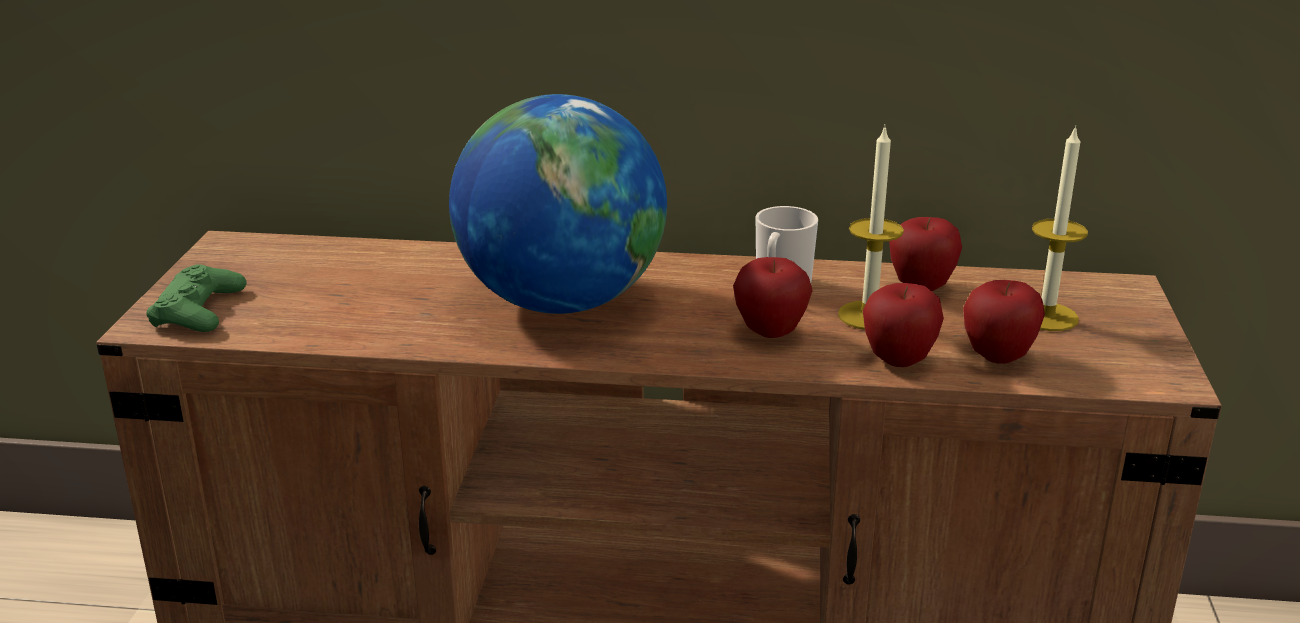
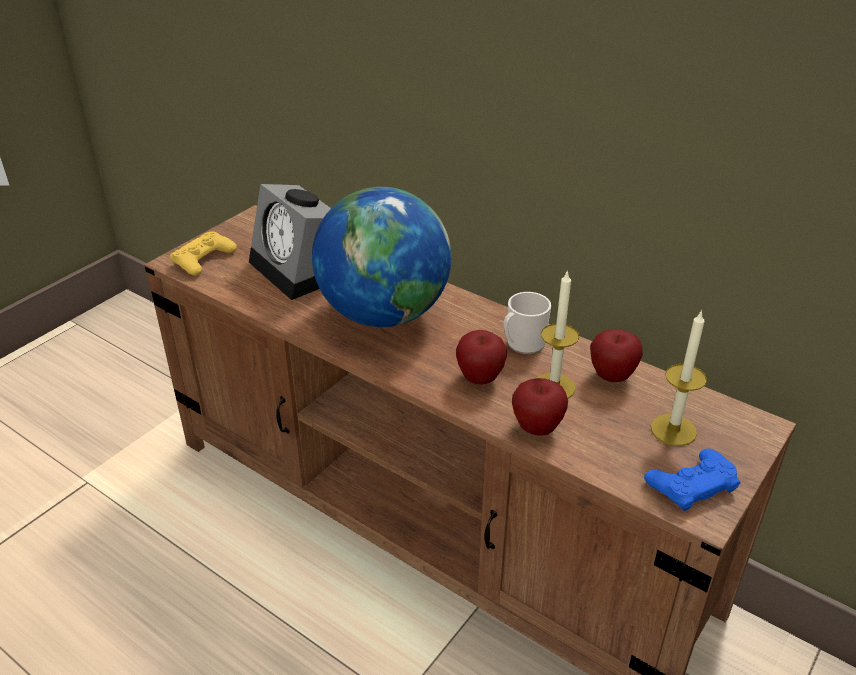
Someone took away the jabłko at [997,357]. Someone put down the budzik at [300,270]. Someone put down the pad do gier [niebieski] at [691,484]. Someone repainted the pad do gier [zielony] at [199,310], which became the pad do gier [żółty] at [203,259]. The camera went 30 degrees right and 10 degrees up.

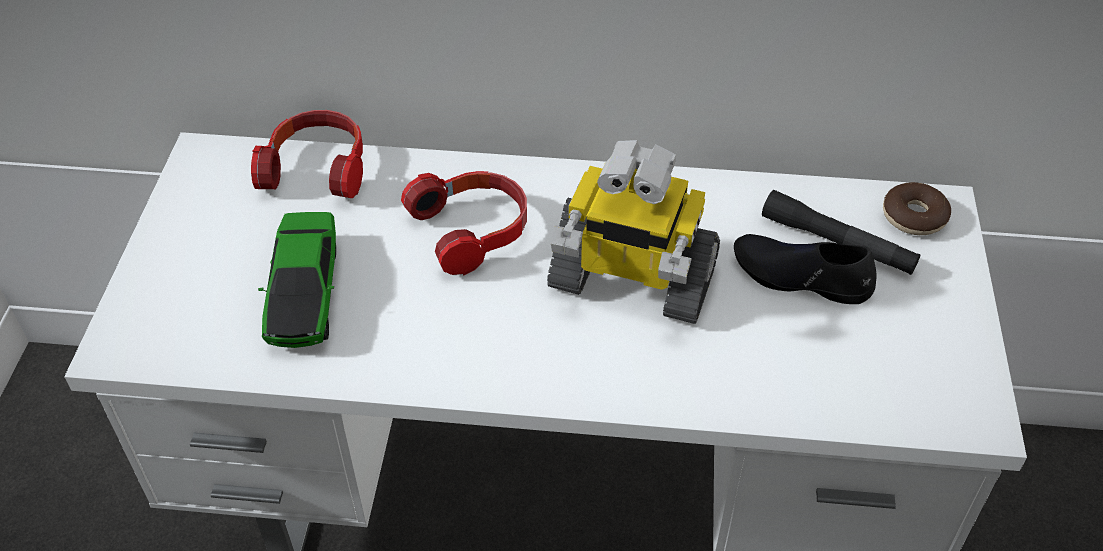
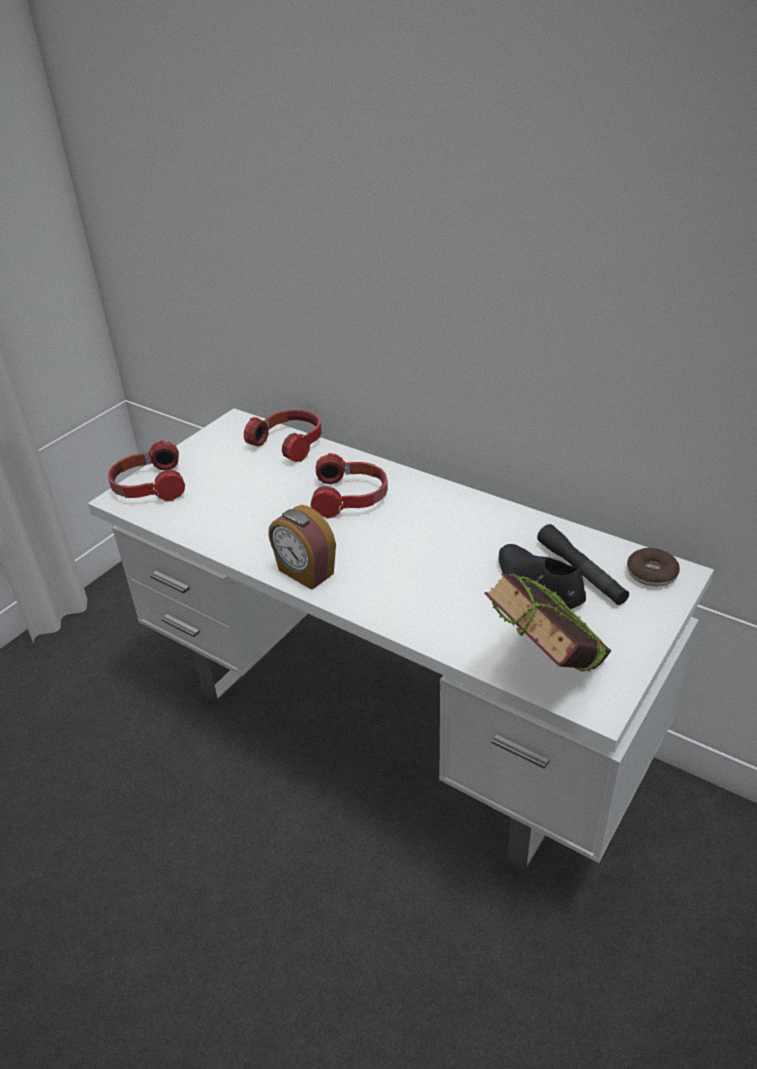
Someone took away the samochodzik at [305,292]. Someone took away the robot zabawkowy at [630,280]. Someone put down the słuchawki at [148,486]. Someone put down the budzik at [305,573]. Someone put down the książka at [544,670]. The camera went 30 degrees right and 10 degrees down.

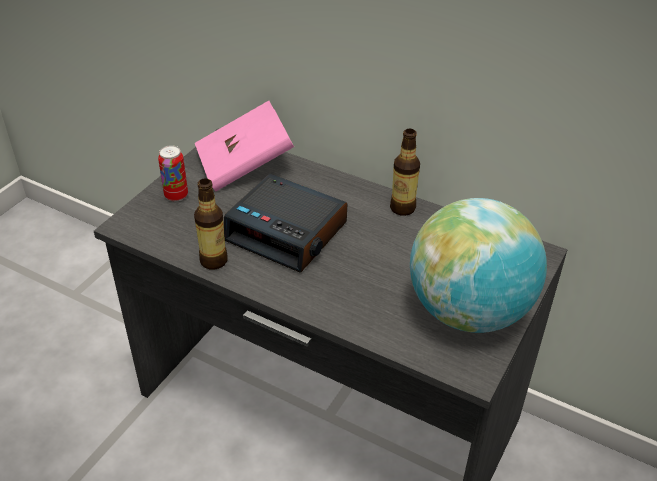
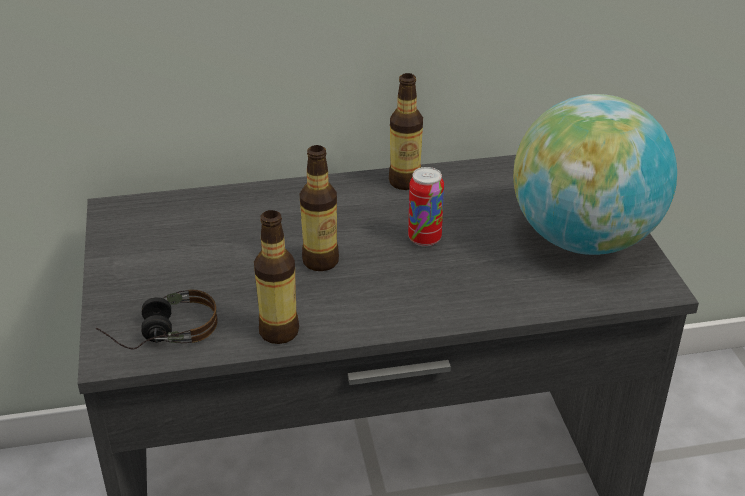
Someone took away the książka [różowy] at [244,165]. Someone put down the słuchawki at [160,333]. Someone carried the puszka from [176,196] to [424,239]. Someone swapped the budzik at [287,232] for the butelka at [320,261]. The camera went 40 degrees left and 5 degrees down.

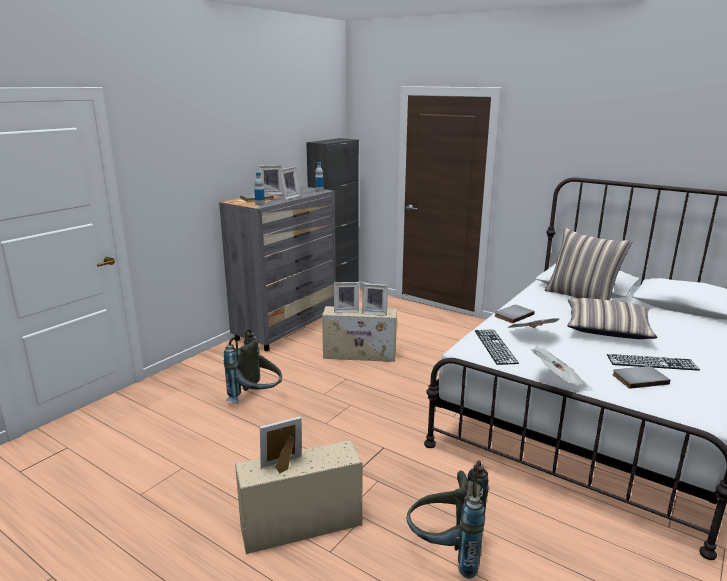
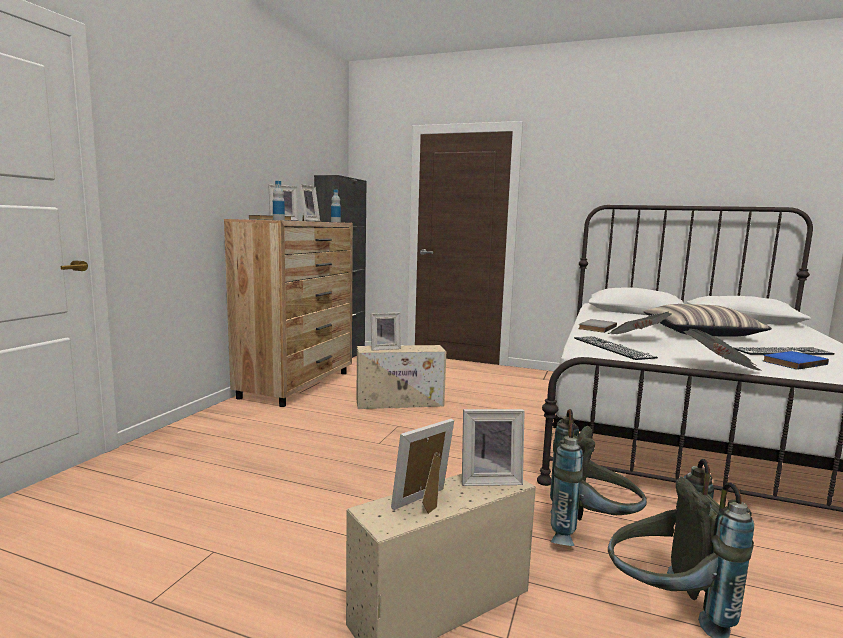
Someone took away the poduszka at [581,297]. Someone carried the plecak [szary] from [257,399] to [589,533]. Someone carried the ramka na zdjęcie from [375,313] to [489,479]. Someone repainted the komoda [szary] at [286,328], which became the komoda [brązowy] at [297,384]. Someone repainted the książka [szary] at [638,378], which became the książka [niebieski] at [792,362]. The camera went 15 degrees left and 10 degrees down.

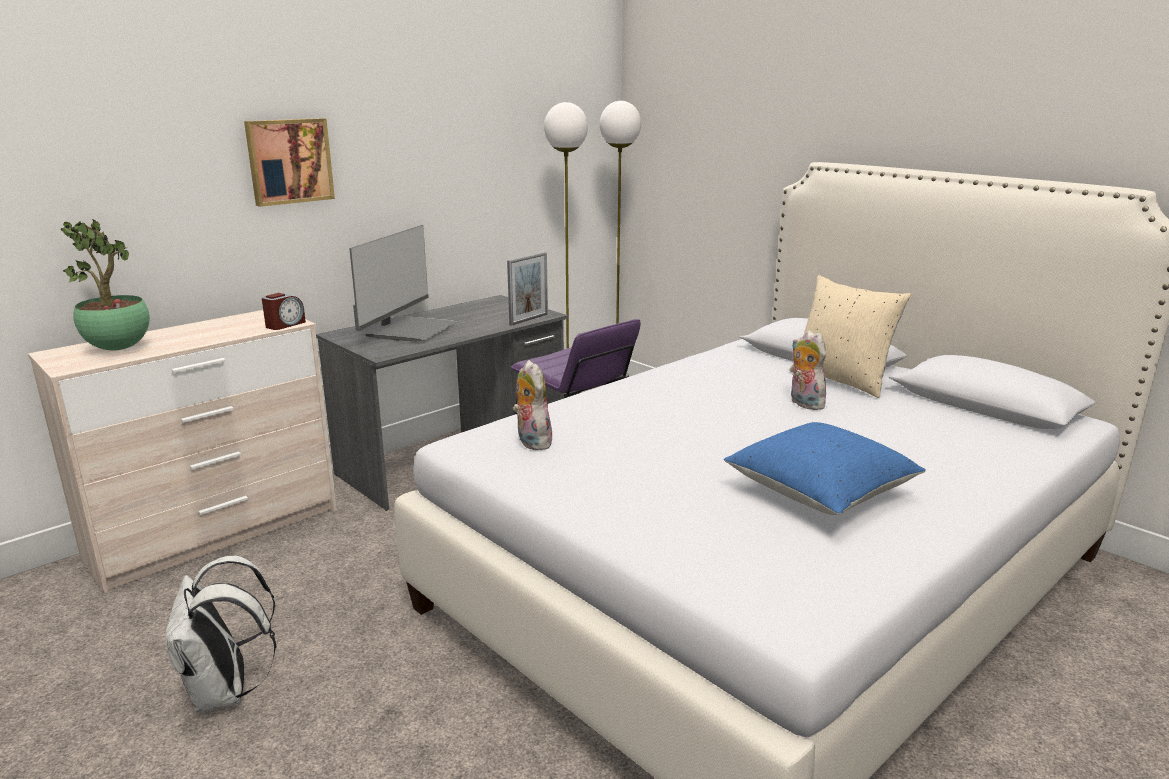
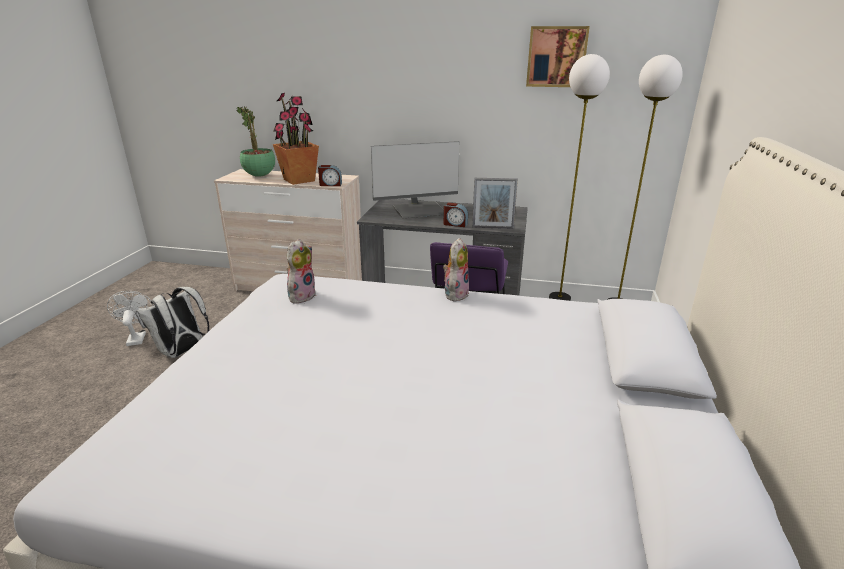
Someone took away the poduszka [niebieski] at [820,493]. Someone took away the poduszka [beżowy] at [841,380]. Someone put down the wentylator [biały] at [137,337]. Someone put down the roślina doniczkowa at [299,180]. Someone put down the budzik at [455,224]. Someone carried the obraz from [289,161] to [556,57]. Someone carried the pluszak from [804,403] to [455,294]. The camera went 55 degrees right and 5 degrees up.

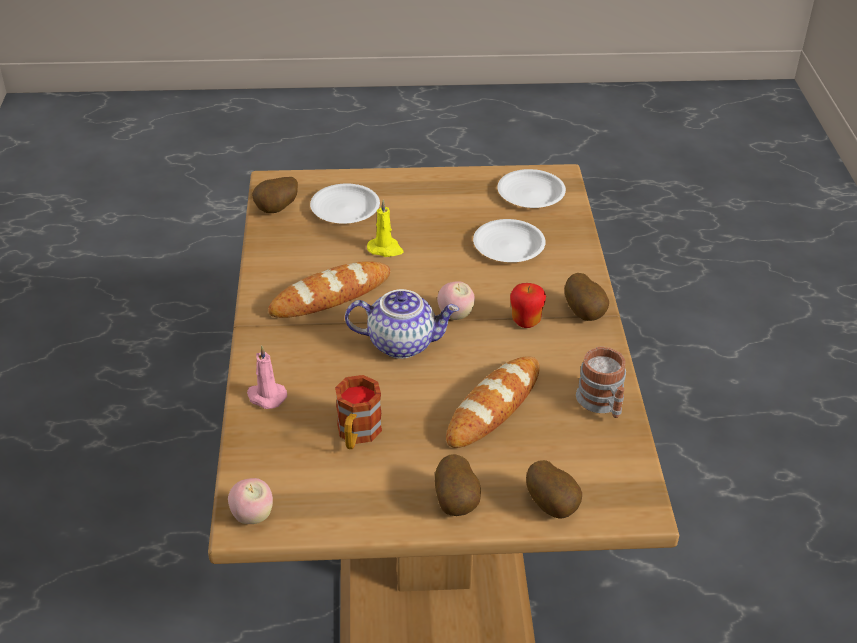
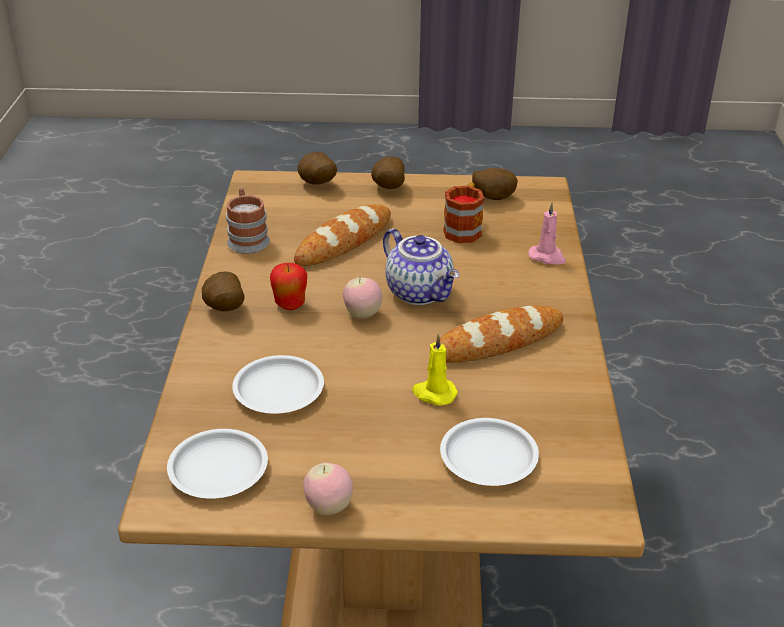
Someone carried the jabłko from [252,516] to [328,507]. Someone carried the ziemniak from [277,210] to [492,198]. Someone rotated the imbryk at [402,343] by 135 degrees counterclockwise. The camera went 175 degrees left and 5 degrees down.

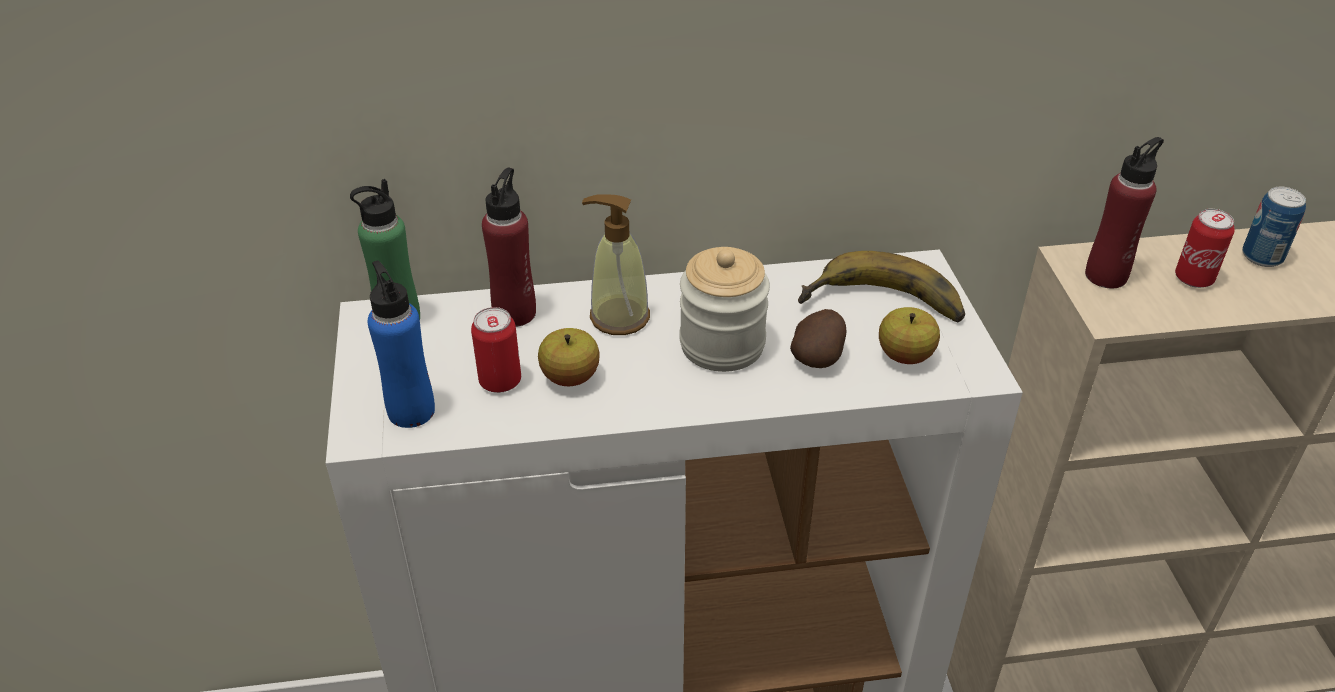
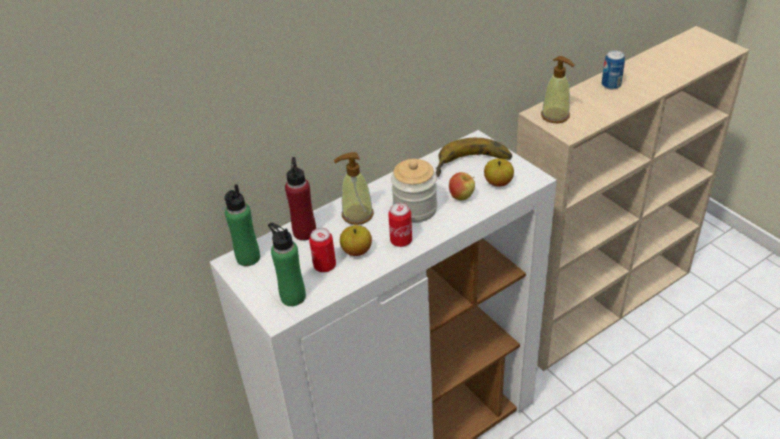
Someone carried the puszka from [1194,278] to [401,241]. Someone swapped the ziemniak at [819,356] for the jabłko at [461,197]. Someone swapped the butelka [czerwony] at [1106,275] for the dozownik mydła at [555,116]. Someone repainted the butelka [niebieski] at [411,411], which became the butelka [zielony] at [293,296]. The camera went 25 degrees left and 0 degrees up.

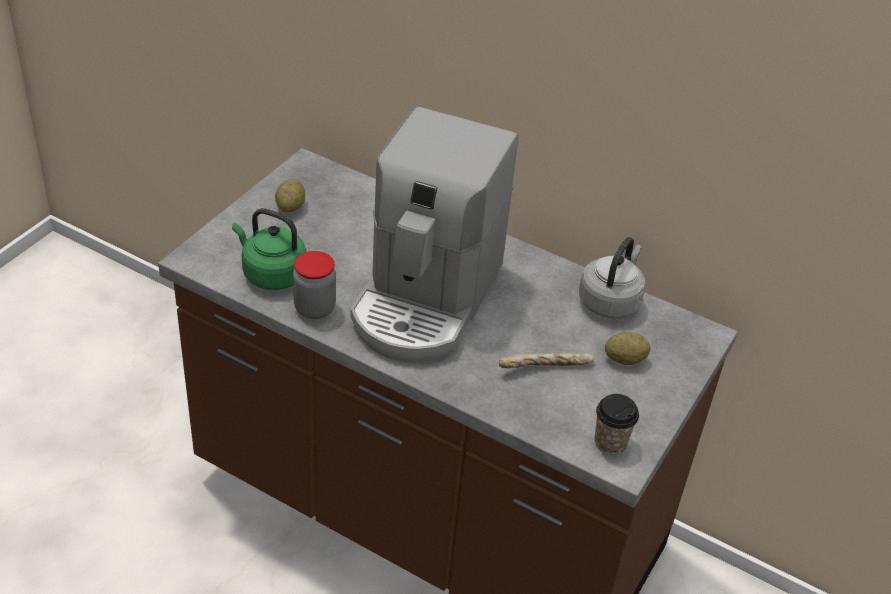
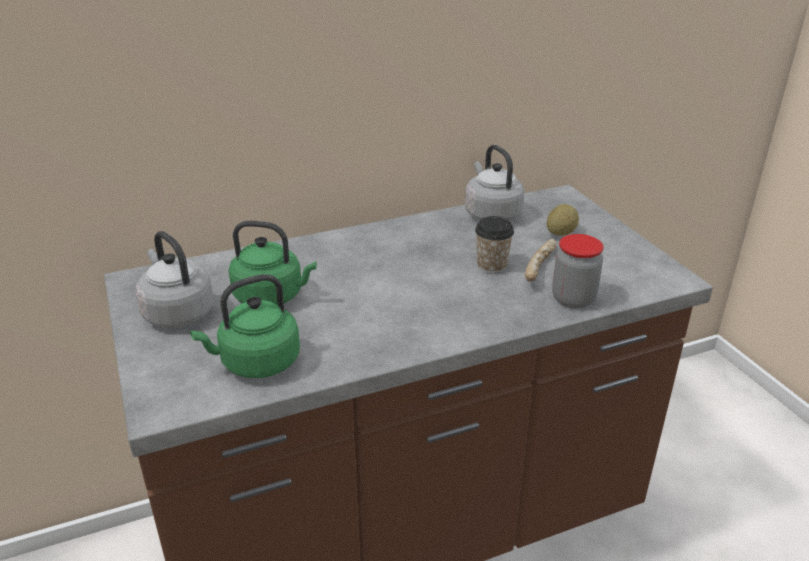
Someone took away the ekspres do kawy at [426,299]. Someone put down the czajnik [zielony] at [272,296]. Someone carried the słoik from [314,308] to [573,299]. Someone carried the filiżanka from [610,442] to [491,266]. Someone swapped the ziemniak at [290,207] for the czajnik [szary] at [177,312]. The camera went 50 degrees left and 10 degrees down.

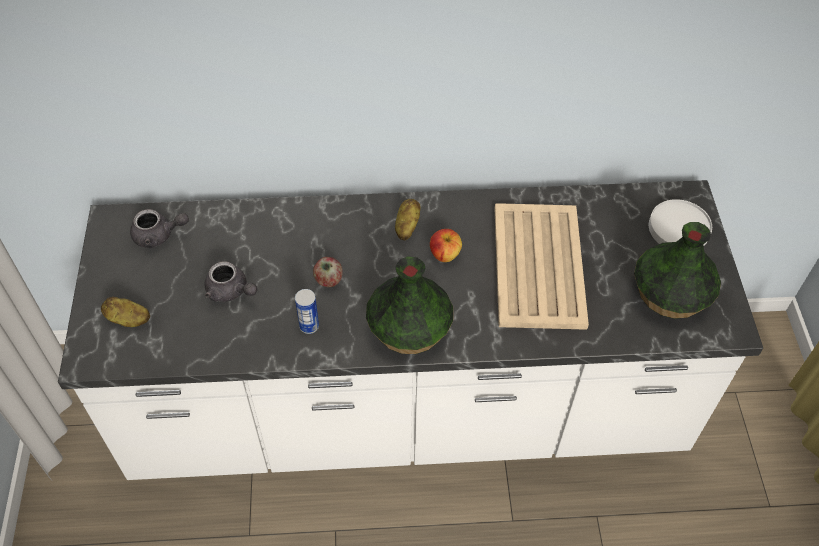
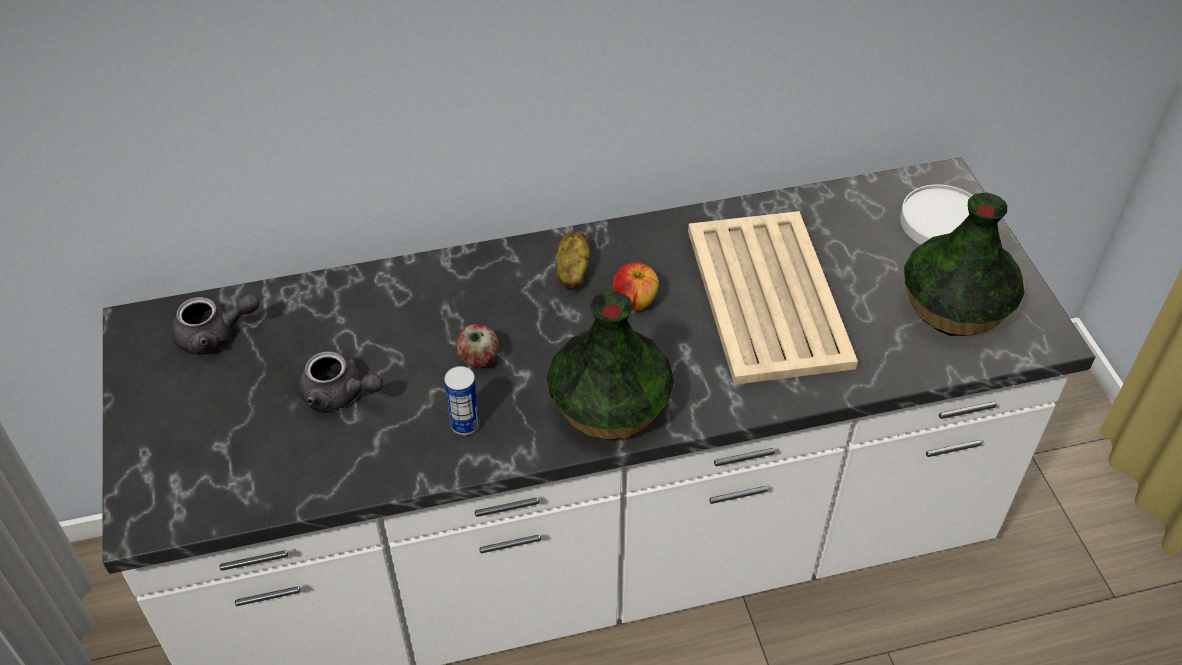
Someone took away the ziemniak at [128,319]. The camera went 10 degrees left and 5 degrees down.

